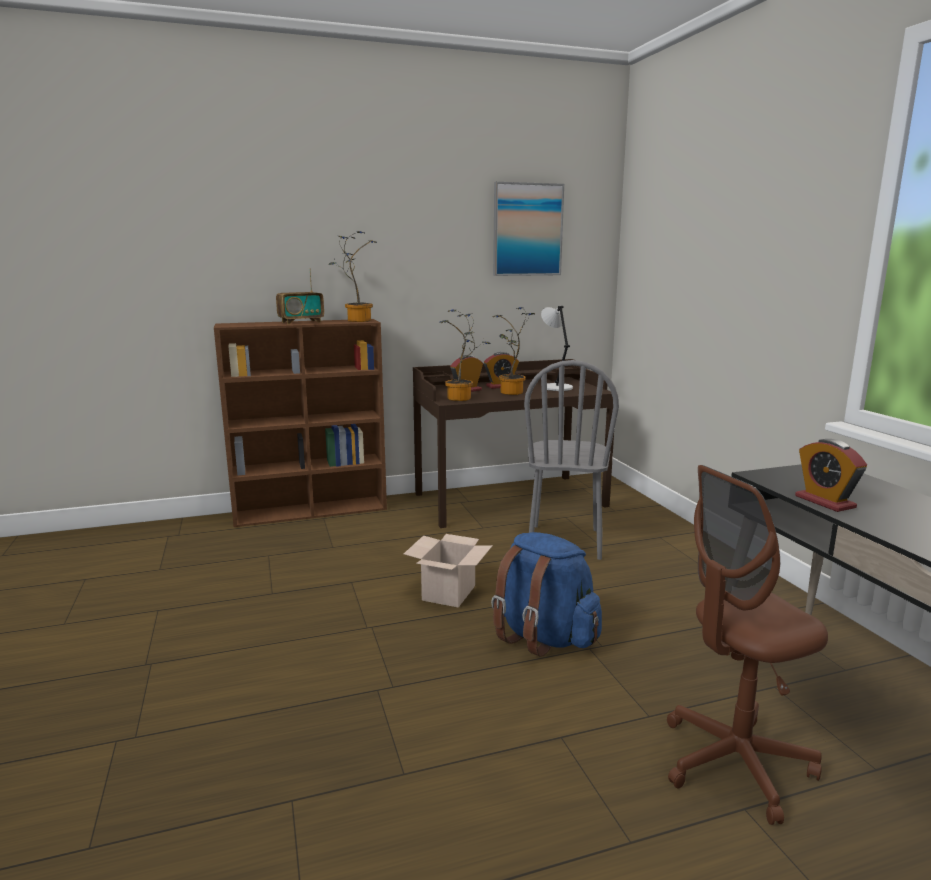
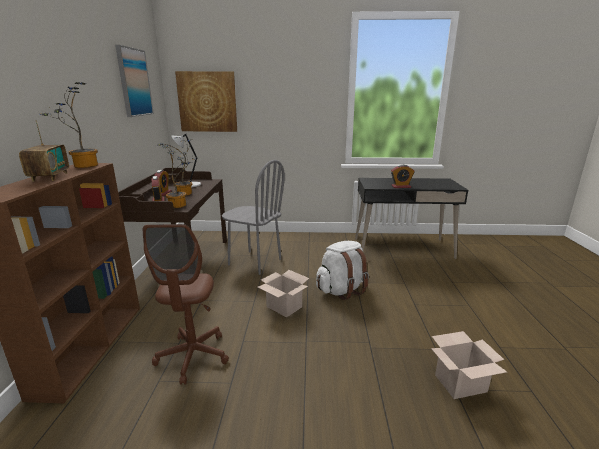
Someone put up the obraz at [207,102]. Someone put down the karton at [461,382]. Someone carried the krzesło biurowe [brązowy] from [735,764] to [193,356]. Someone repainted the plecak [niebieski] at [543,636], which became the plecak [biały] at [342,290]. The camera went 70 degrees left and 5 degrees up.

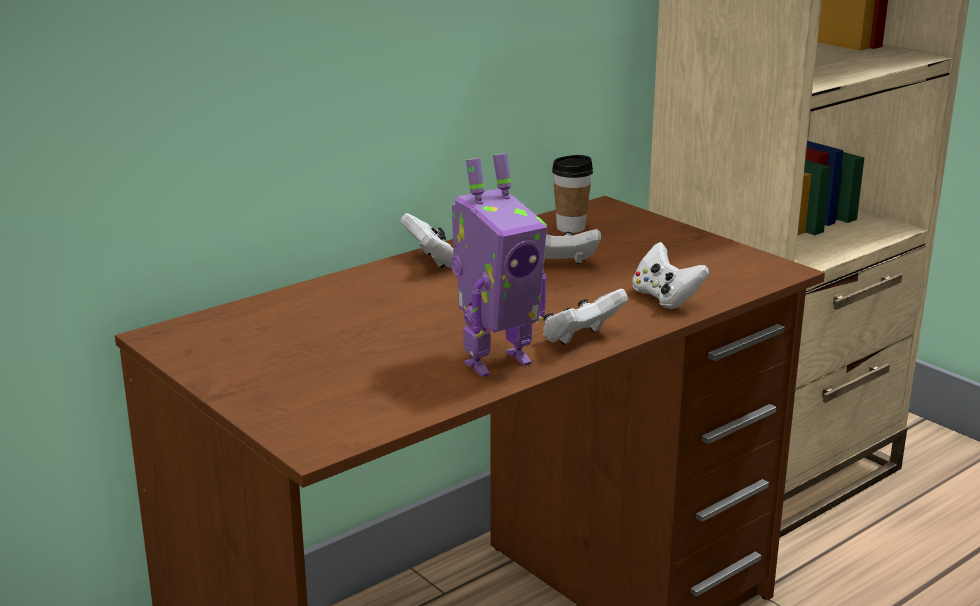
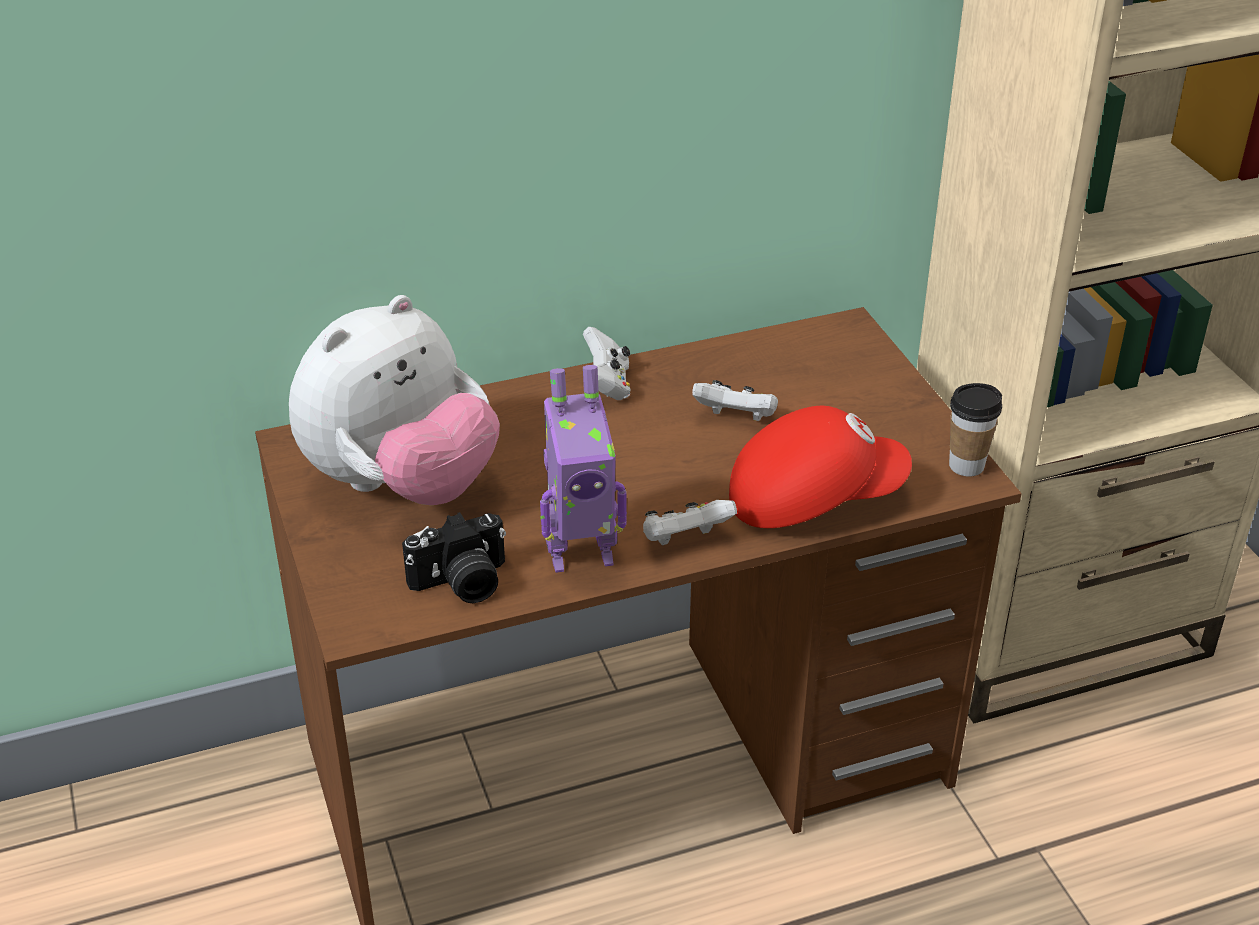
Someone put down the pluszak at [401,485]. Someone put down the aparat fotograficzny at [462,584]. Someone carried the filiżanka from [570,228] to [966,465]. Someone swapped the pad do gier [biały] at [665,298] for the czapka z daszkiem [czerwony] at [813,498]. The camera went 20 degrees right and 15 degrees up.

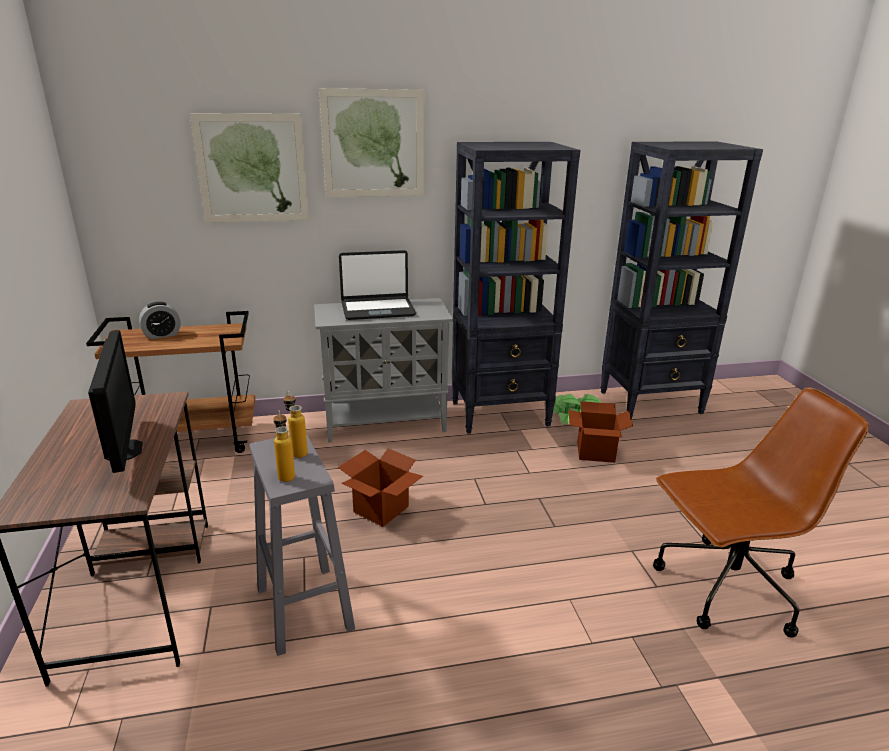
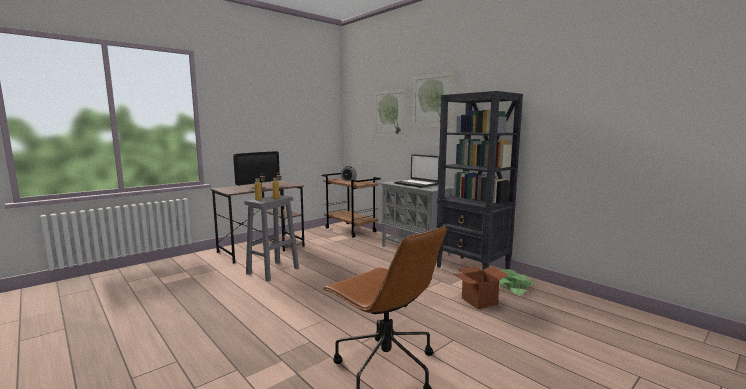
Someone took away the karton at [381,509]. Someone took away the regał [czarny] at [651,402]. The camera went 60 degrees right and 15 degrees down.

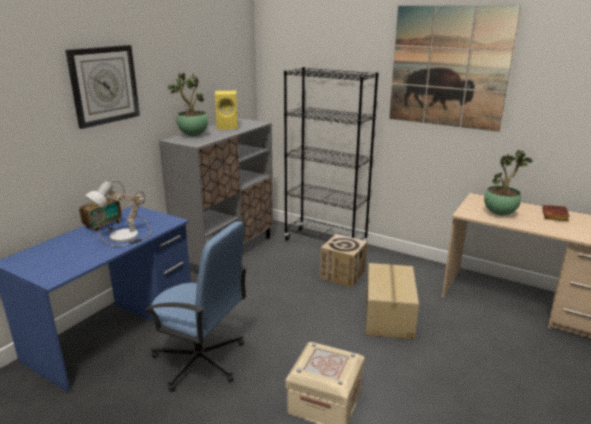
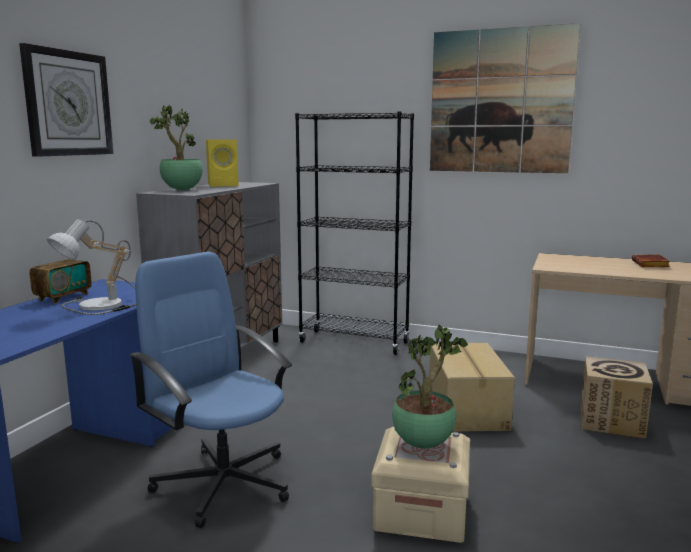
Someone carried the karton from [343,275] to [611,421]. Someone carried the roślina doniczkowa from [500,213] to [424,443]. Someone rotated the krzesło biurowe [niebieski] at [201,361] by 150 degrees counterclockwise. The camera went 10 degrees left and 10 degrees down.

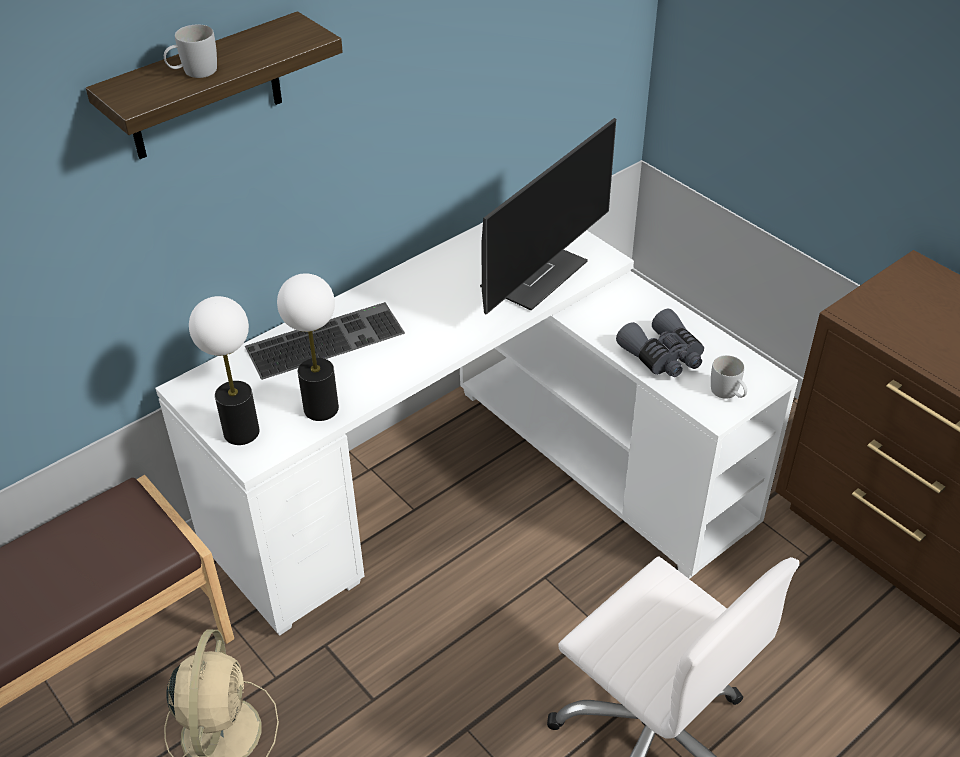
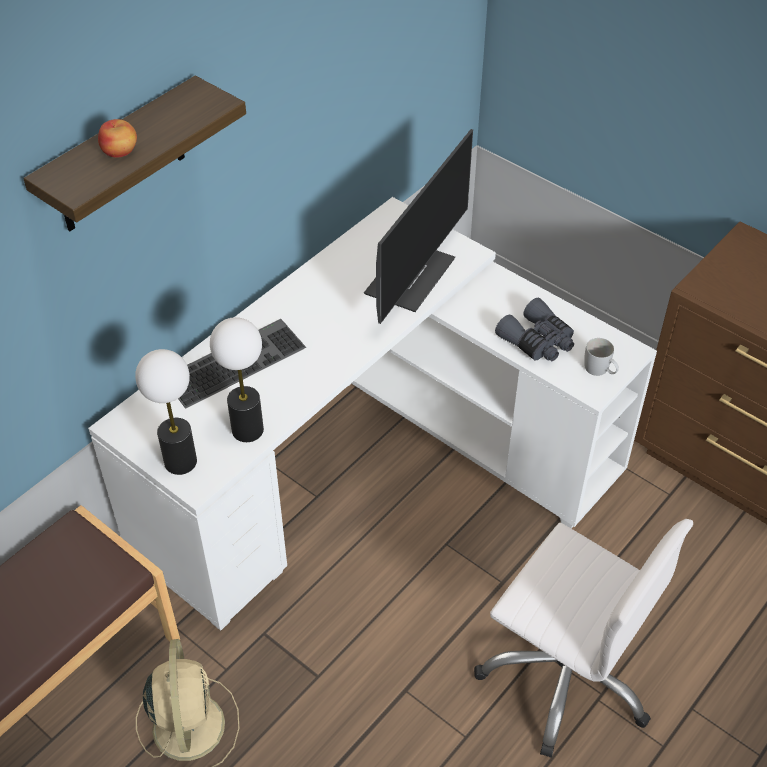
Someone swapped the kubek [biały] at [193,72] for the jabłko at [120,152]. The camera went 10 degrees left and 5 degrees up.

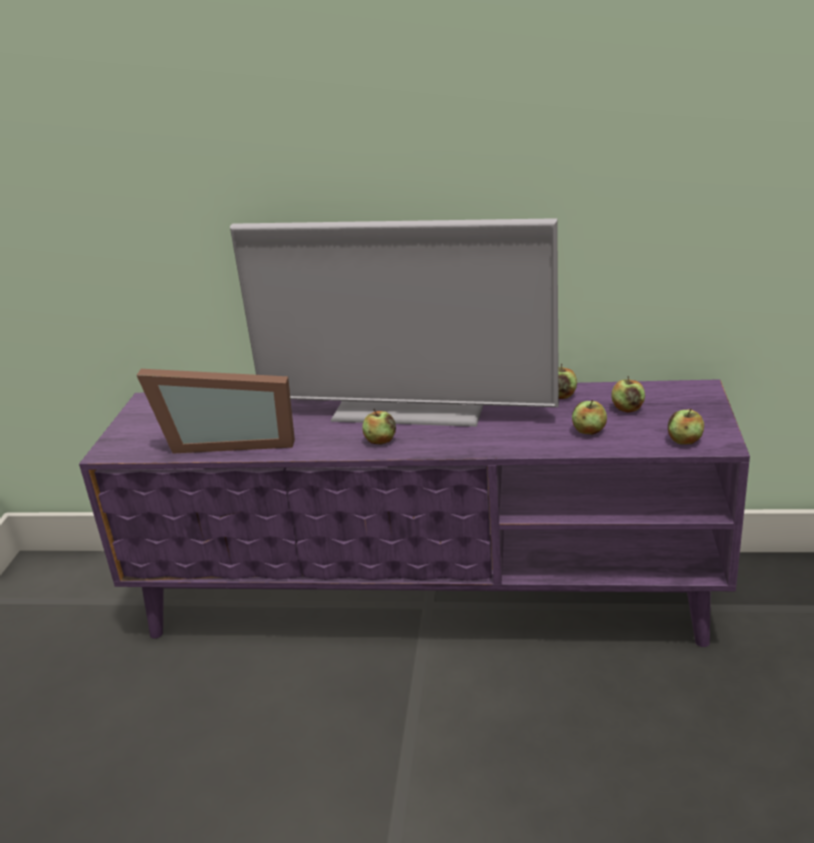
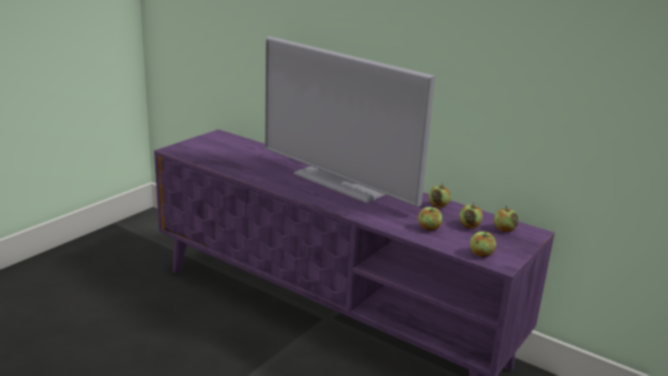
Someone took away the ramka na zdjęcie at [229,440]. Someone carried the jabłko from [380,440] to [504,229]. The camera went 25 degrees right and 5 degrees down.

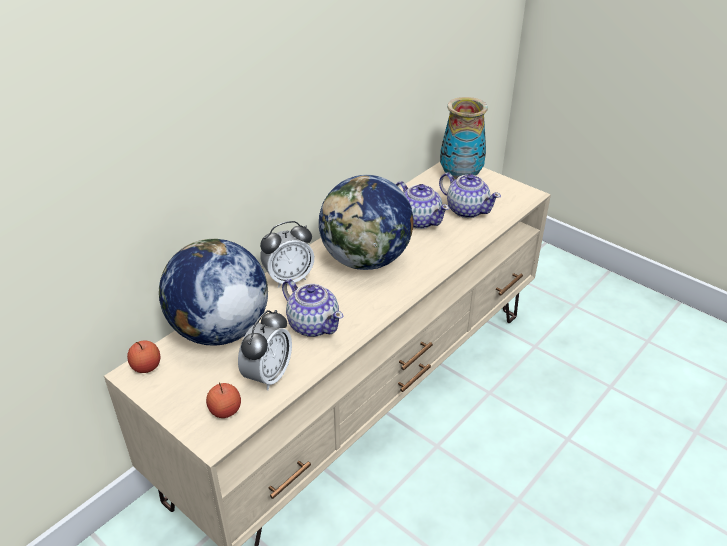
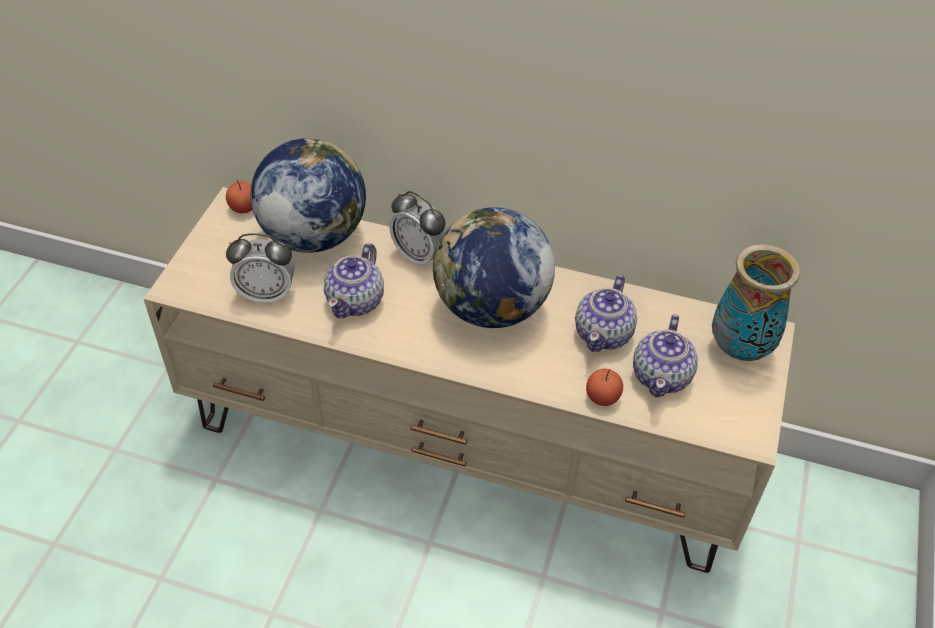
Someone carried the jabłko from [225,410] to [602,397]. The camera went 65 degrees right and 10 degrees up.

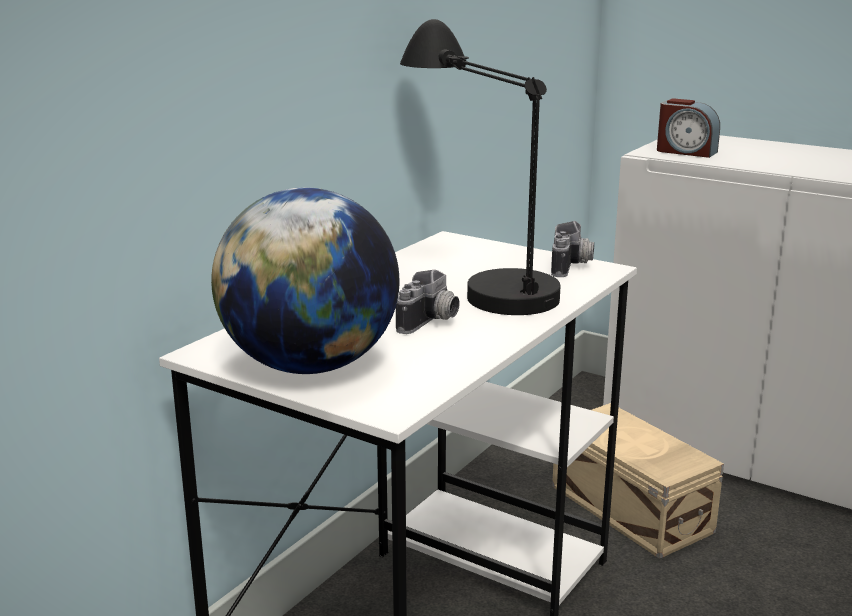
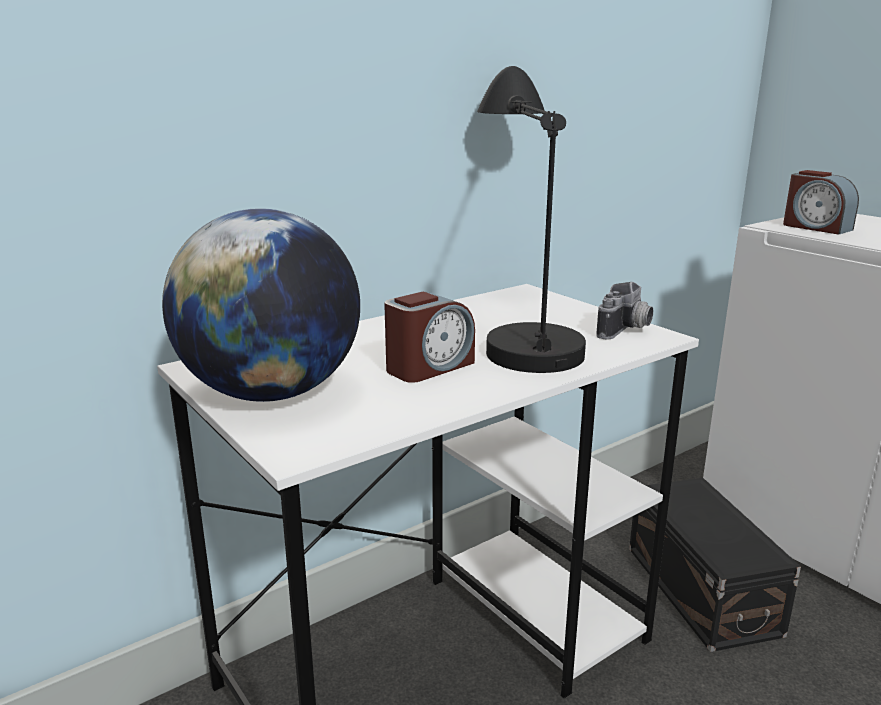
Someone swapped the aparat fotograficzny at [431,322] for the budzik at [429,367]. Someone repainted the pojemnik do przechowywania [beżowy] at [630,510], which became the pojemnik do przechowywania [czarny] at [700,591]. The camera went 20 degrees right and 0 degrees up.

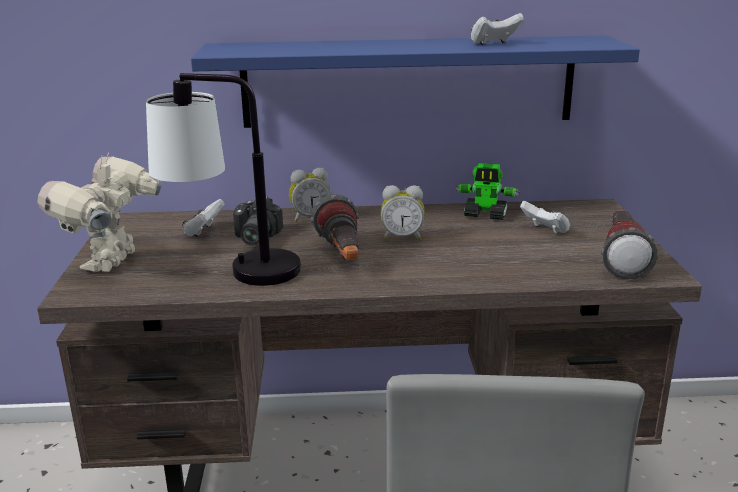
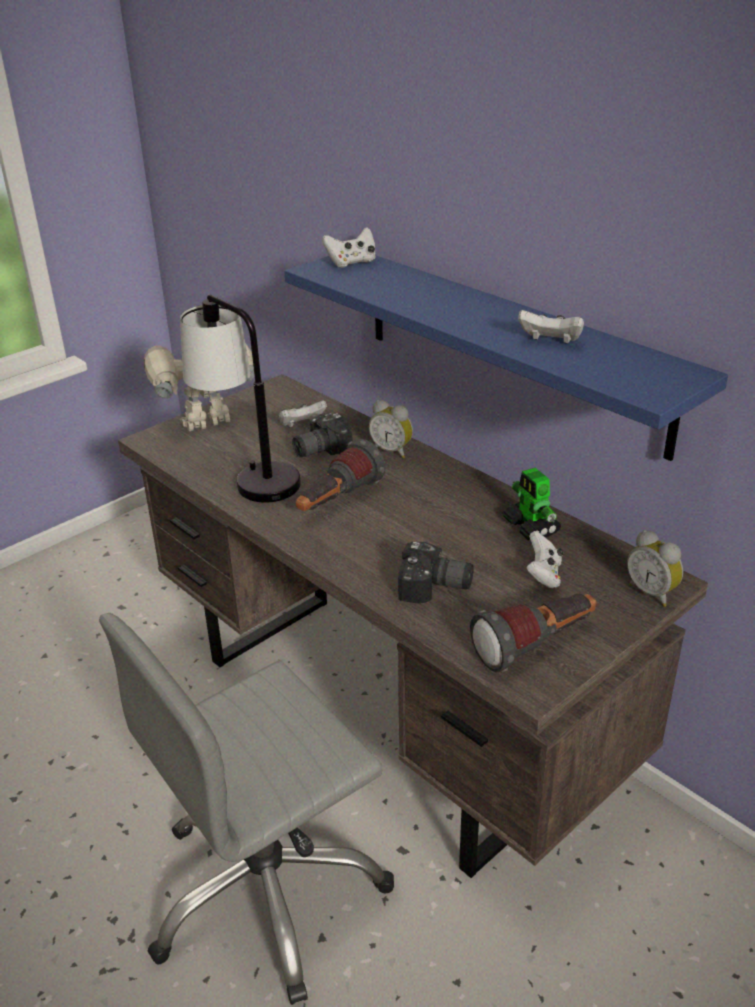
Someone put down the pad do gier [biały] at [351,263]. Someone put down the aparat fotograficzny at [435,589]. Someone carried the budzik from [402,237] to [652,592]. The camera went 50 degrees right and 10 degrees up.

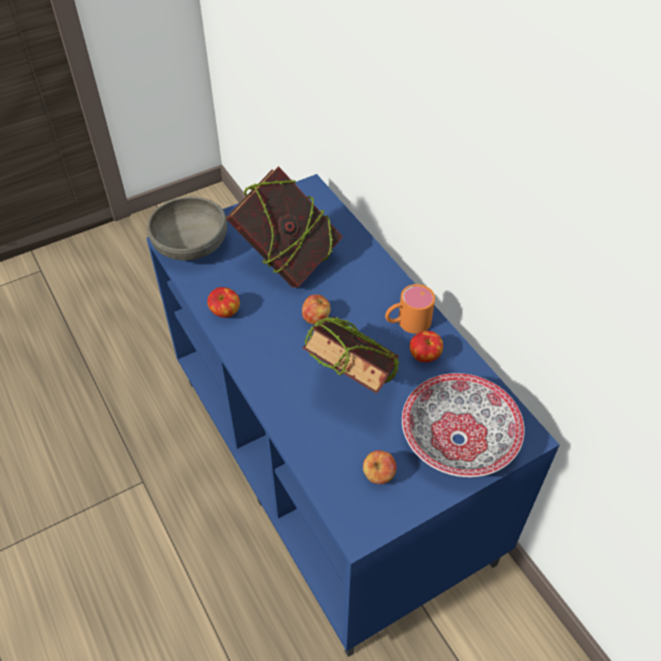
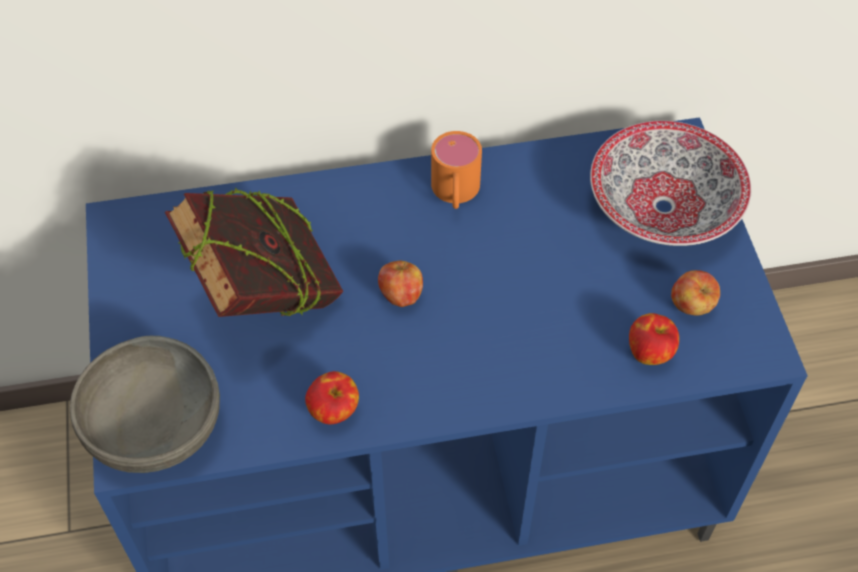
Someone took away the książka at [352,384]. Someone carried the jabłko from [425,356] to [650,352]. The camera went 70 degrees left and 5 degrees up.

